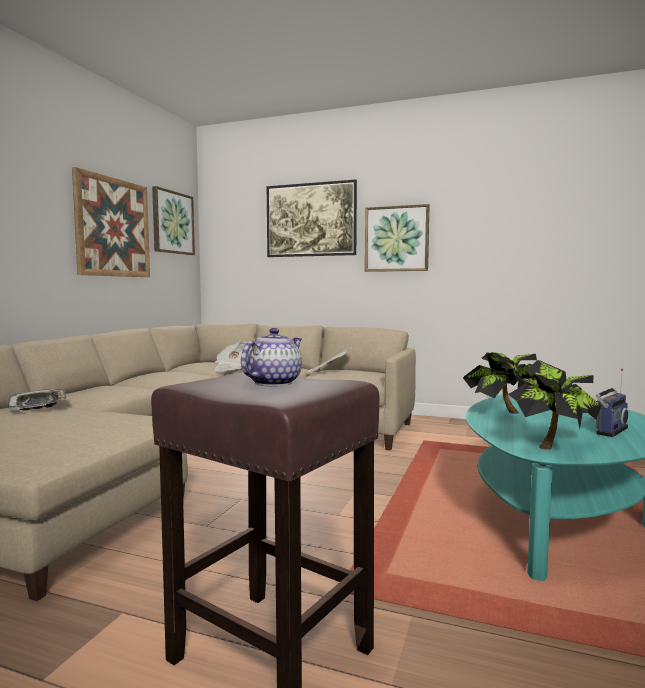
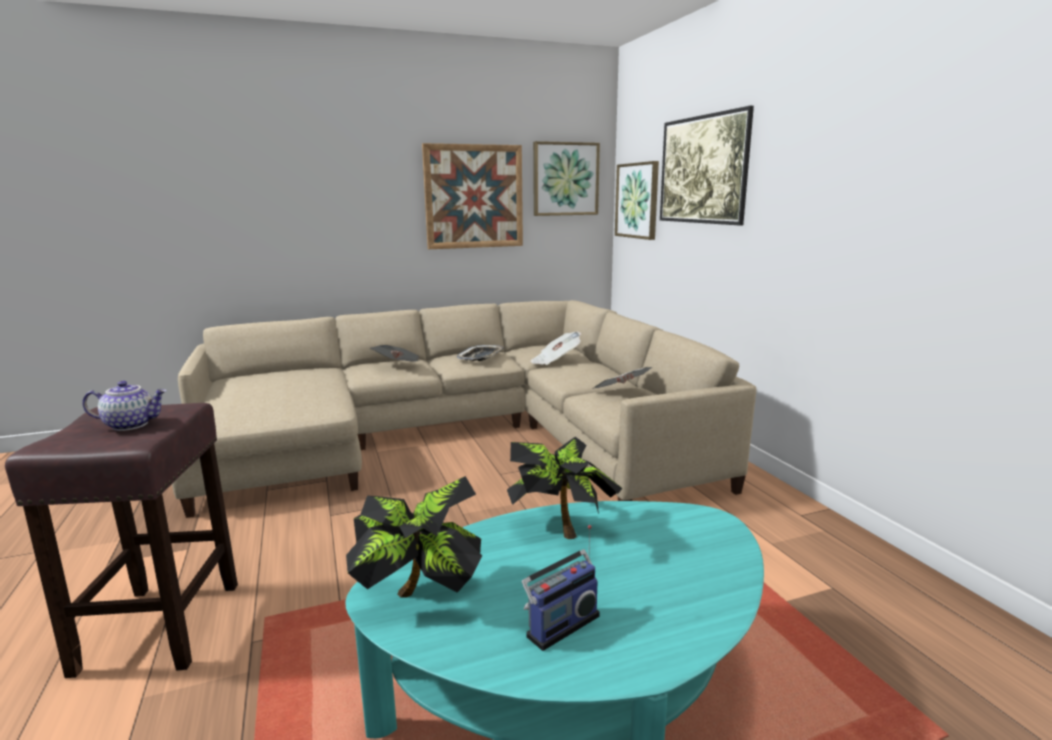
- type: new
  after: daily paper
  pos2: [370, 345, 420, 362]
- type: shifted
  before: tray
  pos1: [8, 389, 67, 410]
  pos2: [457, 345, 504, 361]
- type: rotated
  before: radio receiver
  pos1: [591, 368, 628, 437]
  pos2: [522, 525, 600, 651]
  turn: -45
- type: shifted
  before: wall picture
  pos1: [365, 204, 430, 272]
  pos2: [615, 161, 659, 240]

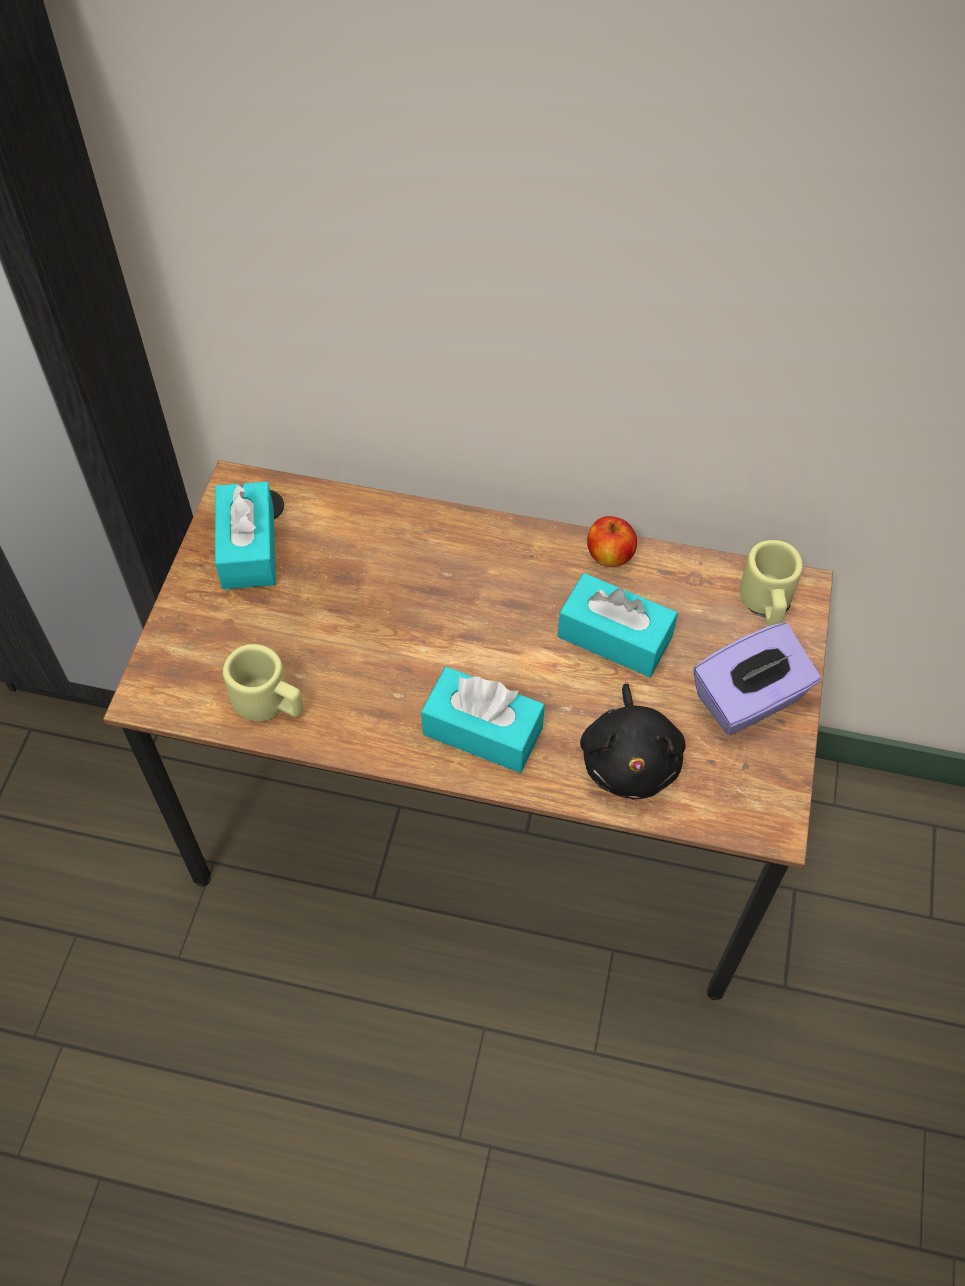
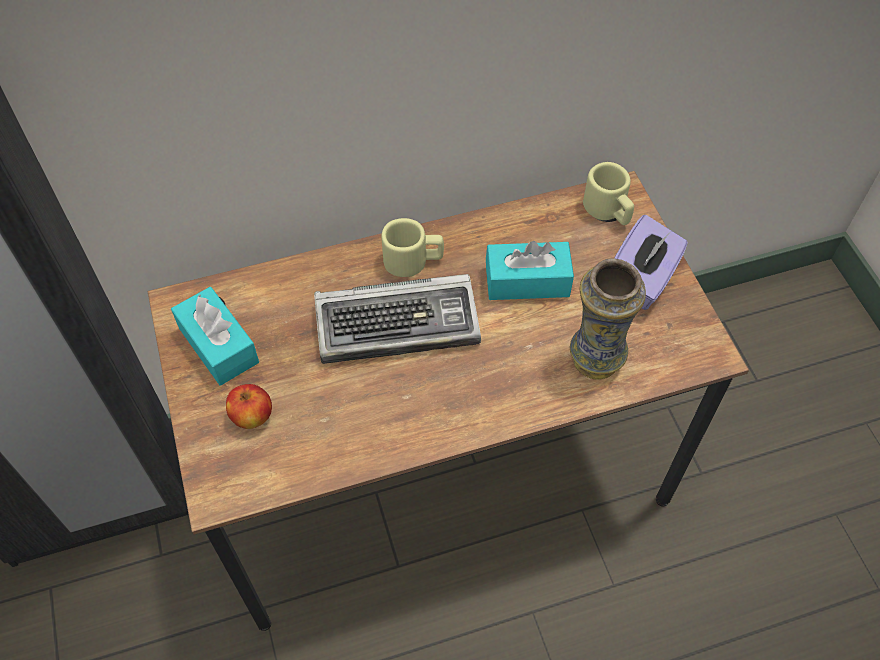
- type: shifted
  before: apple fruit
  pos1: [587, 516, 637, 567]
  pos2: [226, 384, 272, 429]
- type: new
  after: PC keyboard
  pos2: [314, 274, 481, 364]
- type: shifted
  before: beige tea mug
  pos1: [223, 644, 304, 721]
  pos2: [381, 218, 444, 277]
- type: swapped
  before: black-coloured soft toy
  after: flower vase
  pos1: [580, 683, 685, 800]
  pos2: [570, 258, 646, 379]
- type: gone
  before: blue-green box of tissues
  pos1: [421, 667, 545, 773]

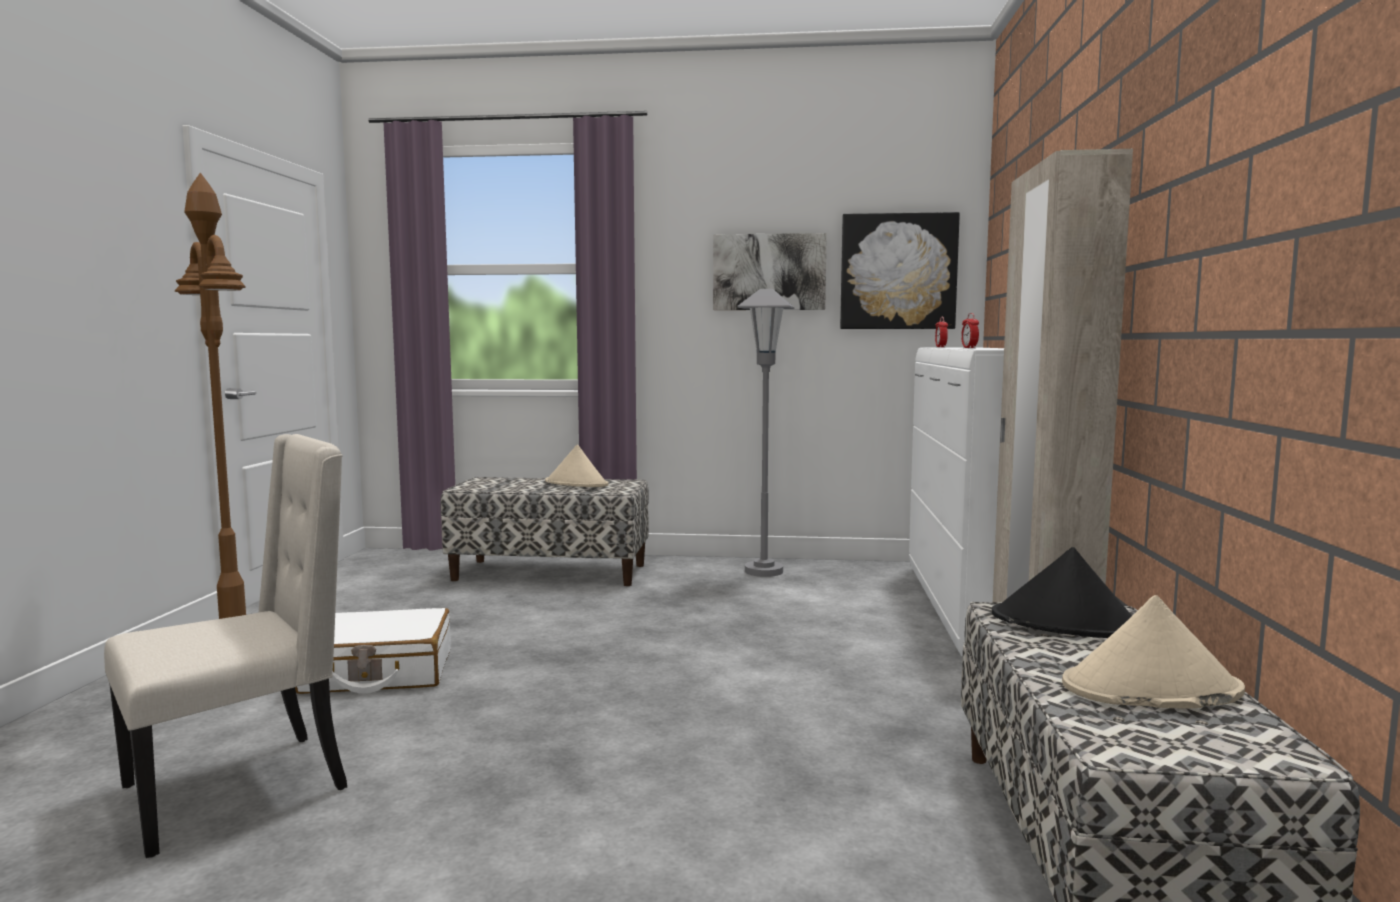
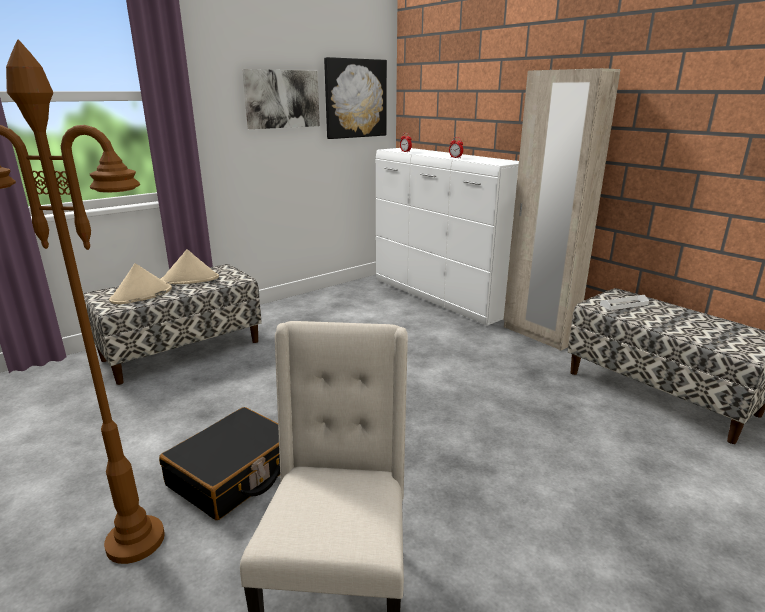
- type: shifted
  before: beige hat
  pos1: [1062, 595, 1245, 708]
  pos2: [109, 263, 172, 304]
- type: repainted
  before: whitish suitcase
  after: black-coloured suitcase
  pos1: [295, 608, 451, 694]
  pos2: [159, 407, 280, 520]
- type: swapped
  before: black-coloured hat
  after: whitish tray
  pos1: [992, 547, 1132, 638]
  pos2: [600, 295, 649, 310]
- type: gone
  before: gray standard lamp
  pos1: [737, 289, 795, 577]

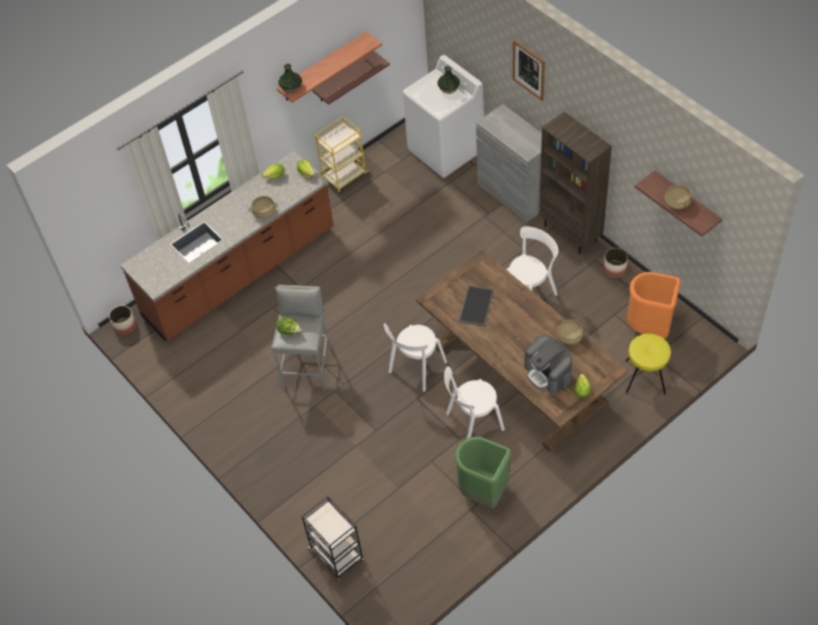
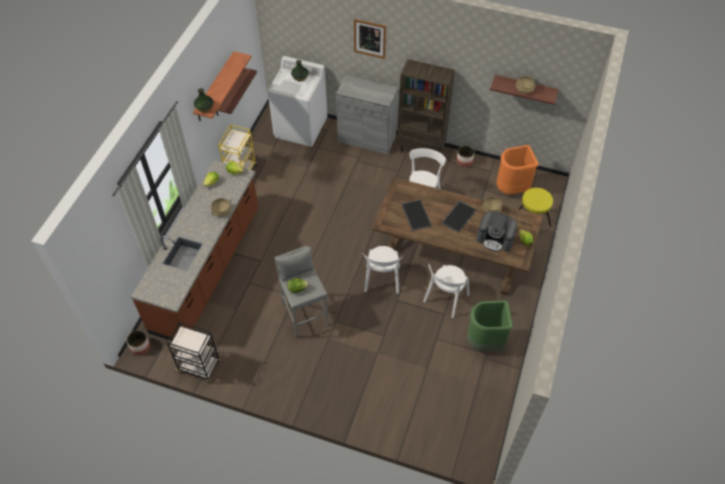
- type: shifted
  before: black-coloured trolley
  pos1: [301, 495, 364, 581]
  pos2: [167, 322, 220, 383]
- type: new
  after: tray
  pos2: [441, 201, 477, 233]

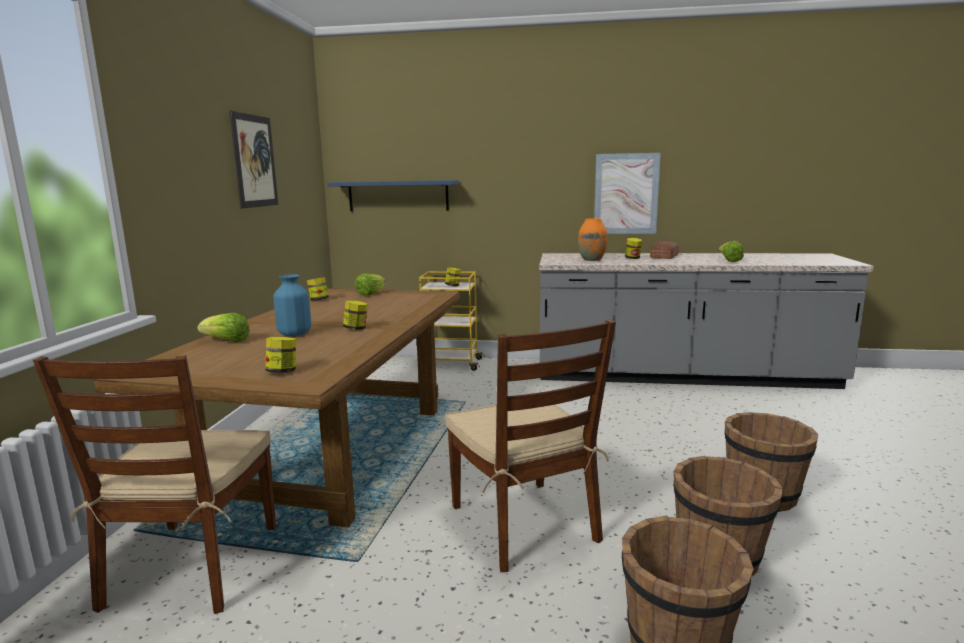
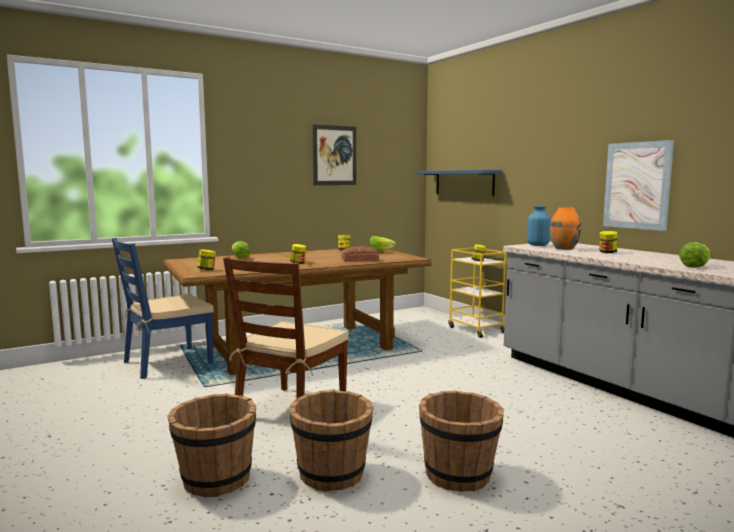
- type: repainted
  before: brownish chair
  after: bluish chair
  pos1: [33, 355, 276, 614]
  pos2: [112, 238, 214, 379]
- type: shifted
  before: baked bread
  pos1: [650, 241, 679, 259]
  pos2: [341, 246, 379, 262]
- type: shifted
  before: bluish flower vase
  pos1: [273, 274, 311, 336]
  pos2: [527, 206, 551, 246]

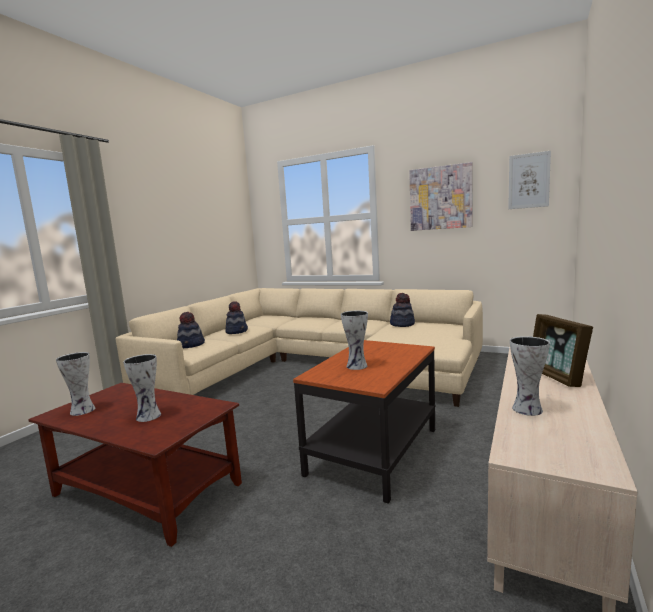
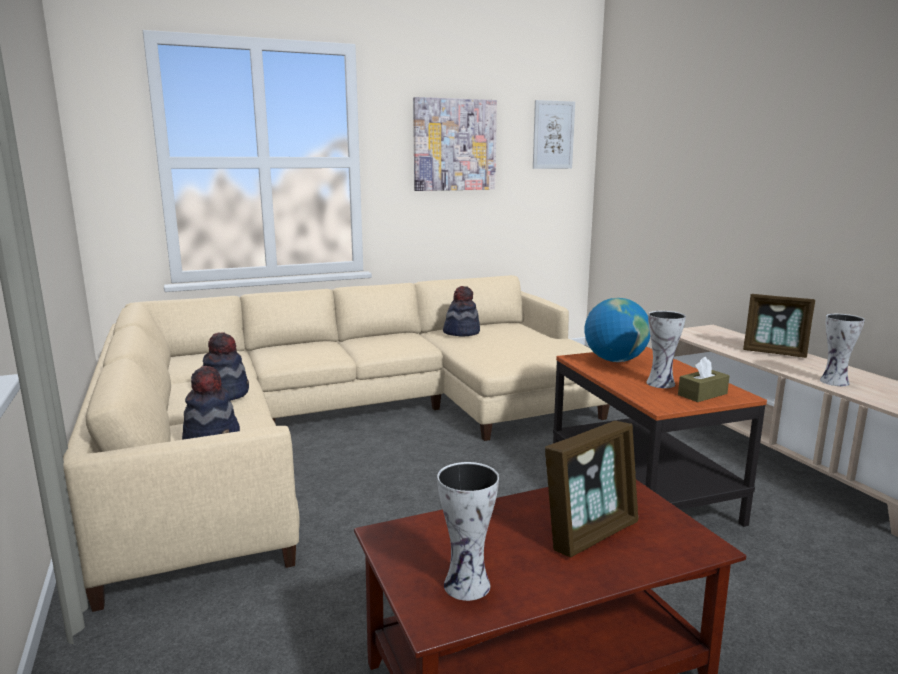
- type: swapped
  before: flower vase
  after: standing frame
  pos1: [123, 354, 161, 422]
  pos2: [545, 421, 638, 557]
- type: new
  after: desk globe
  pos2: [584, 298, 650, 362]
- type: new
  after: brownish box of tissues
  pos2: [678, 357, 729, 402]

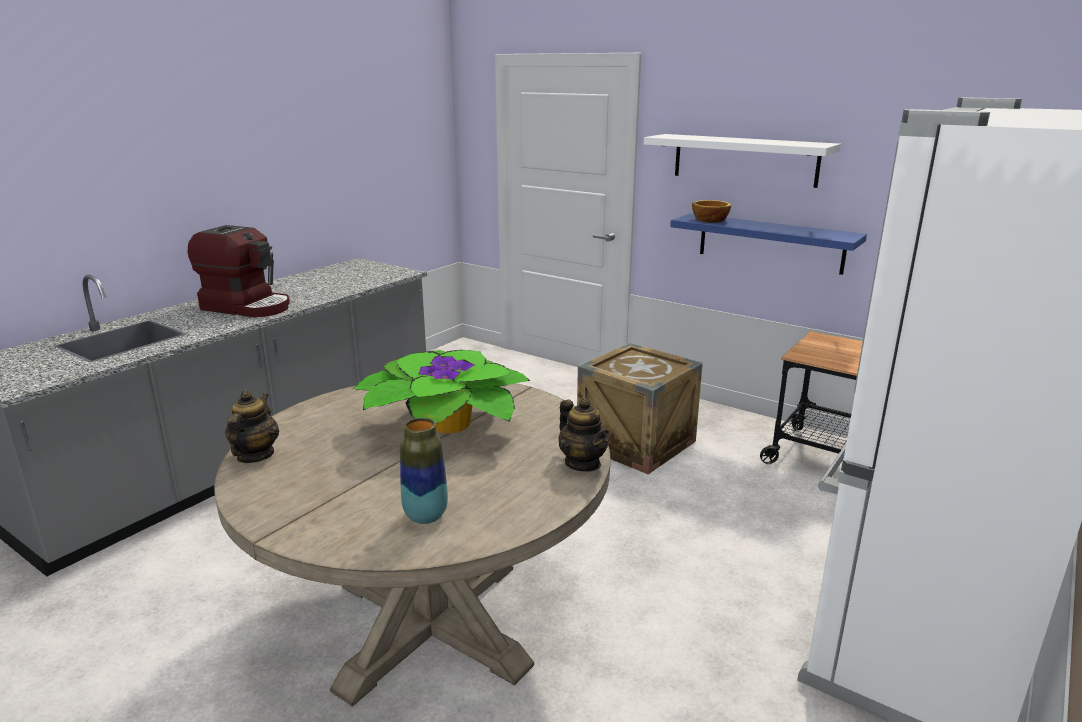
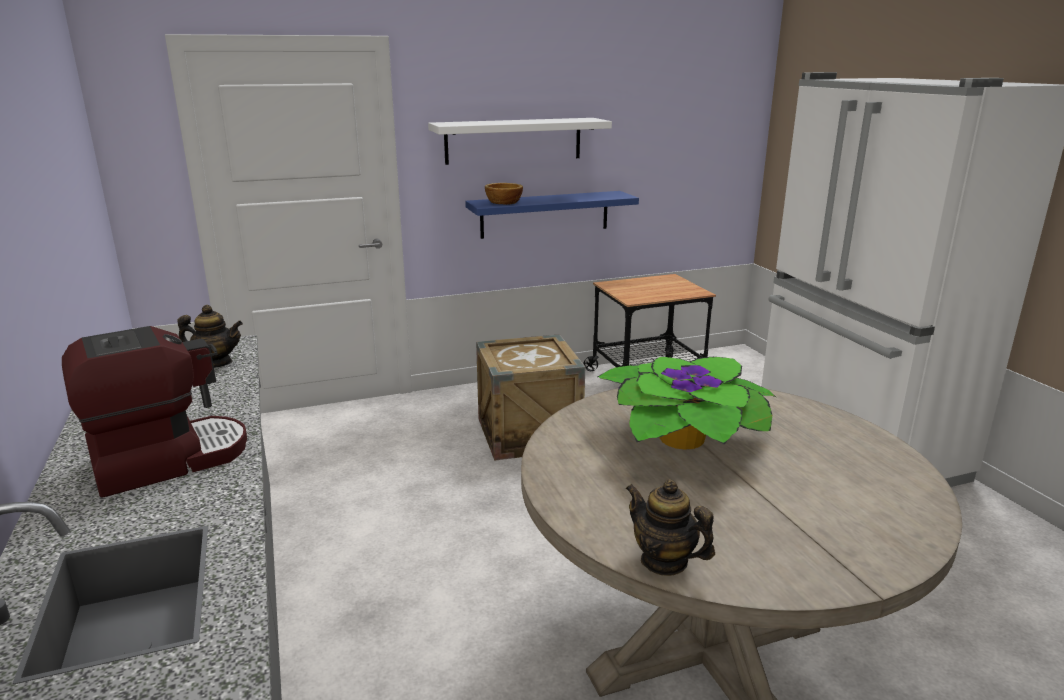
- type: shifted
  before: pot for tea
  pos1: [558, 398, 610, 472]
  pos2: [178, 305, 243, 368]
- type: gone
  before: flower vase
  pos1: [400, 418, 448, 524]

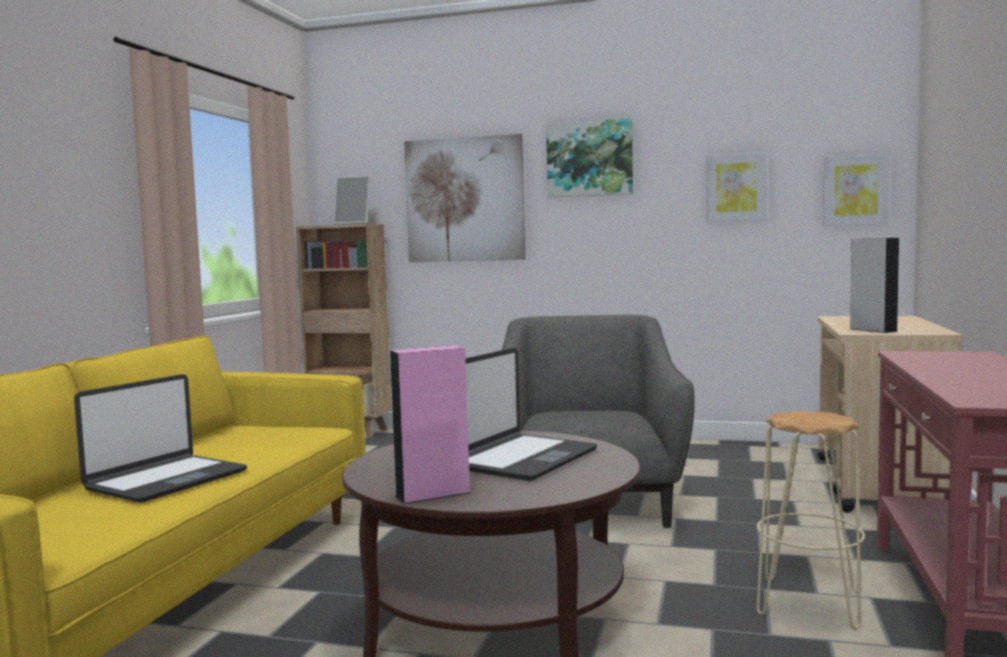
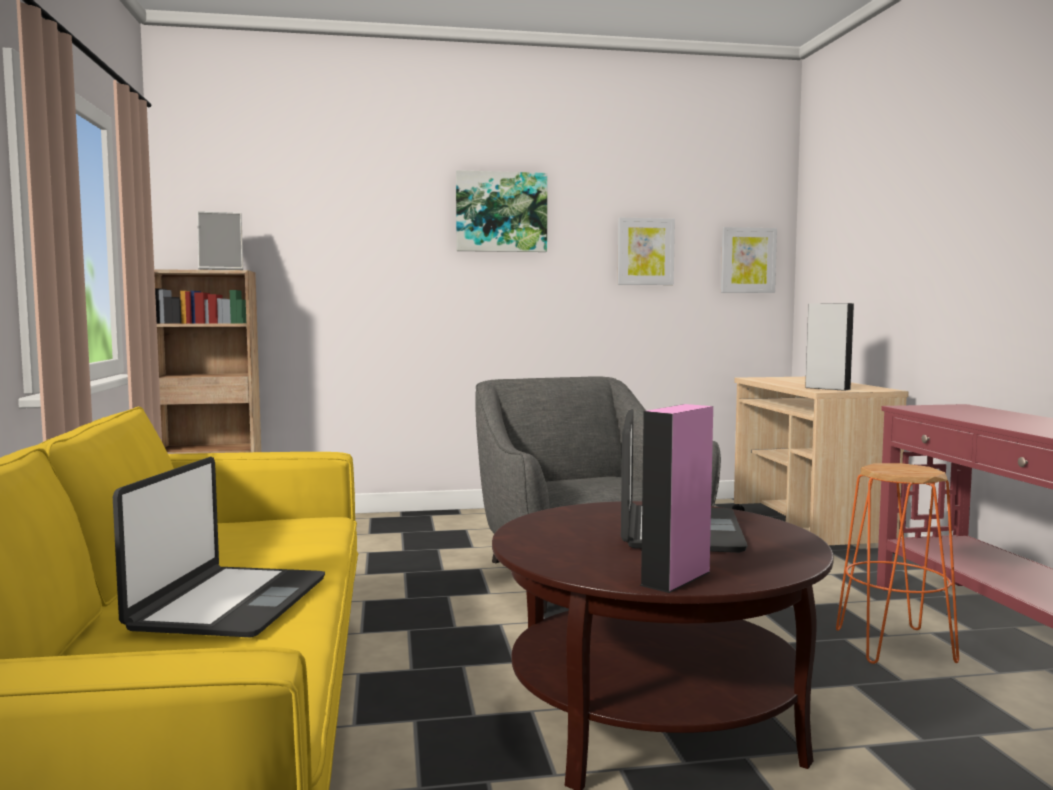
- type: repainted
  before: beige stool seat
  after: orange stool seat
  pos1: [757, 411, 865, 629]
  pos2: [836, 463, 959, 664]
- type: gone
  before: wall picture
  pos1: [404, 134, 525, 262]

